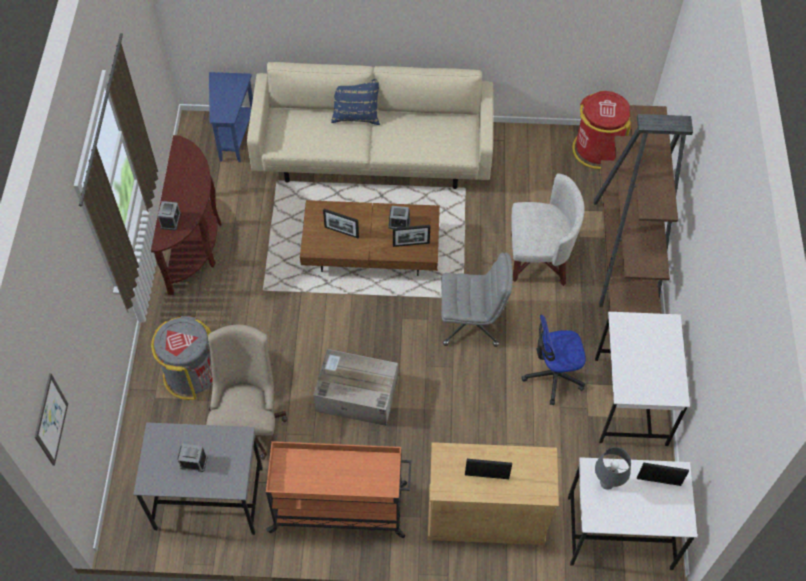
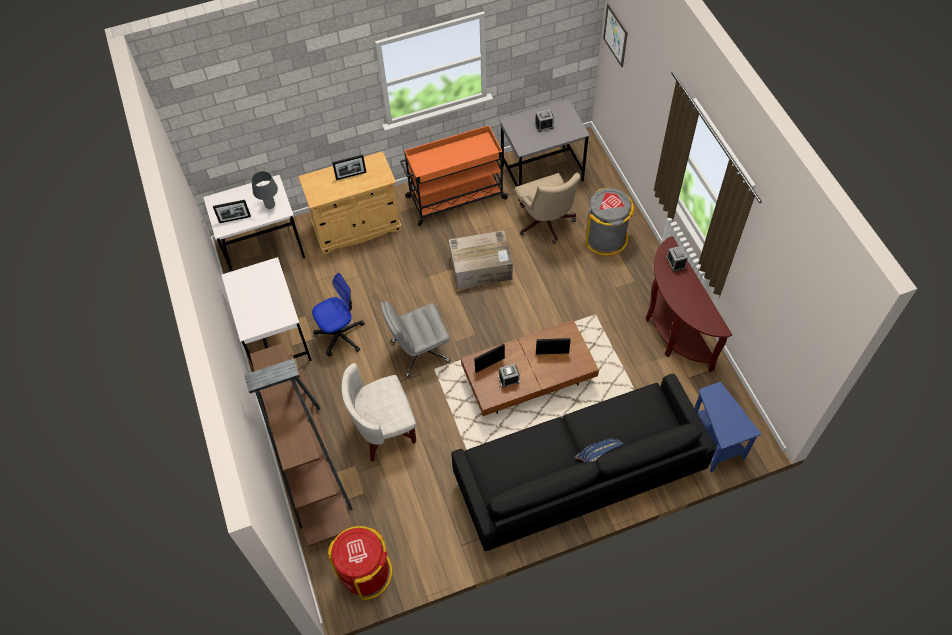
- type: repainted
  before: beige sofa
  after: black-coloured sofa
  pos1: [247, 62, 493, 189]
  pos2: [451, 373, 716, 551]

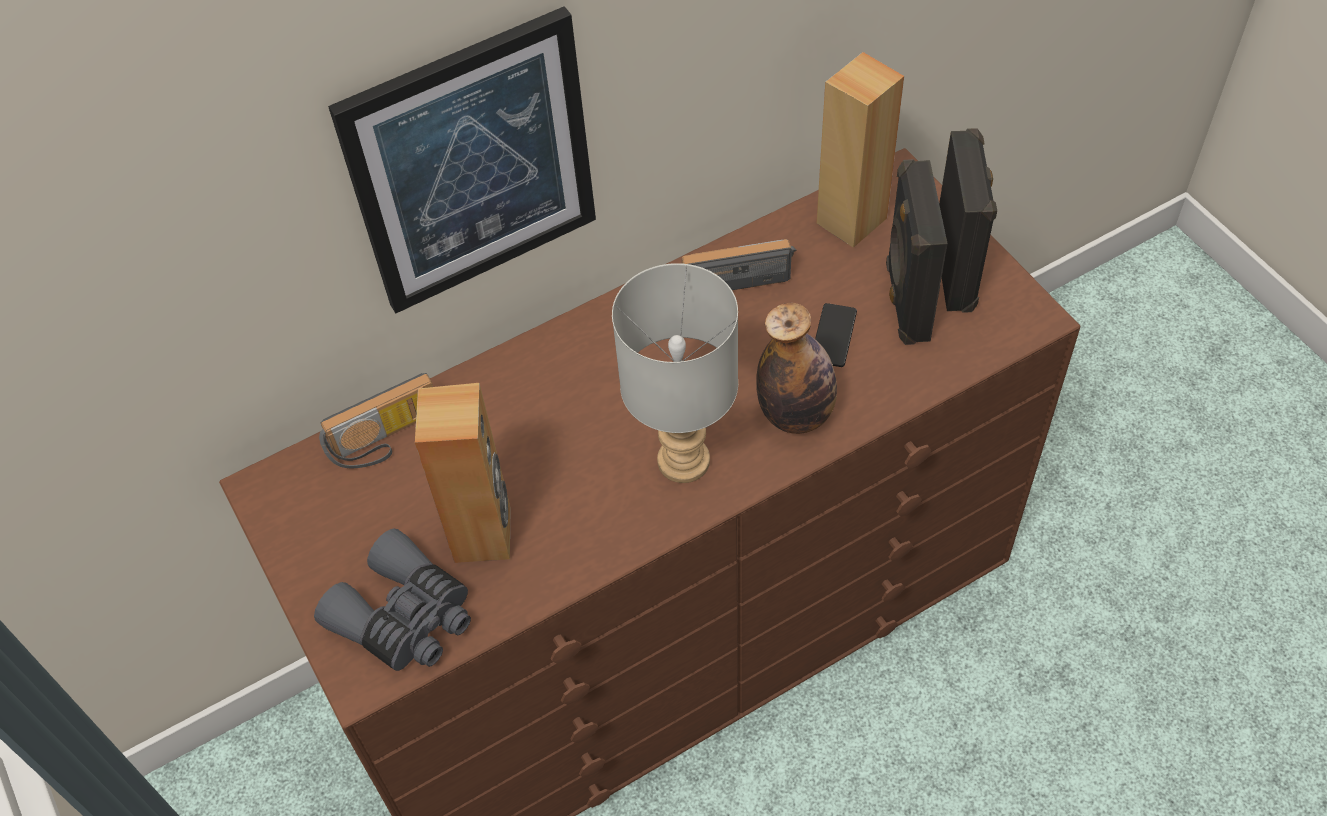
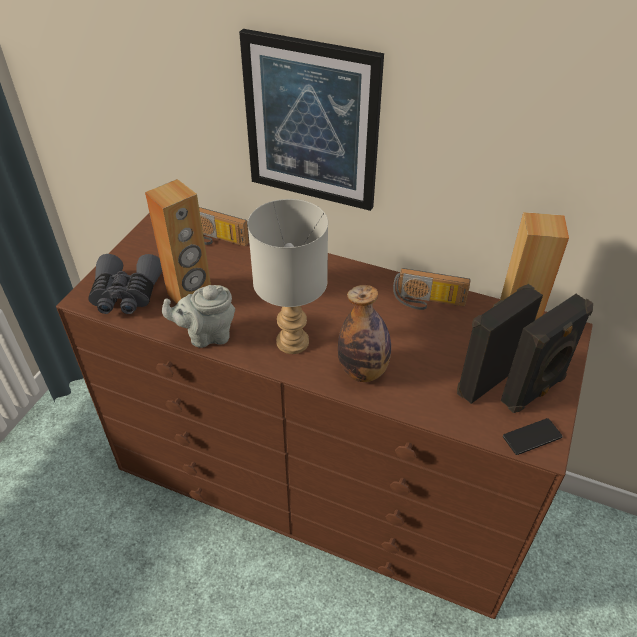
- type: new
  after: gray pot for tea
  pos2: [162, 285, 235, 348]
- type: rotated
  before: radio receiver
  pos1: [682, 239, 796, 290]
  pos2: [393, 268, 471, 310]
  turn: 150
- type: shifted
  before: handset
  pos1: [815, 303, 857, 367]
  pos2: [503, 418, 563, 455]

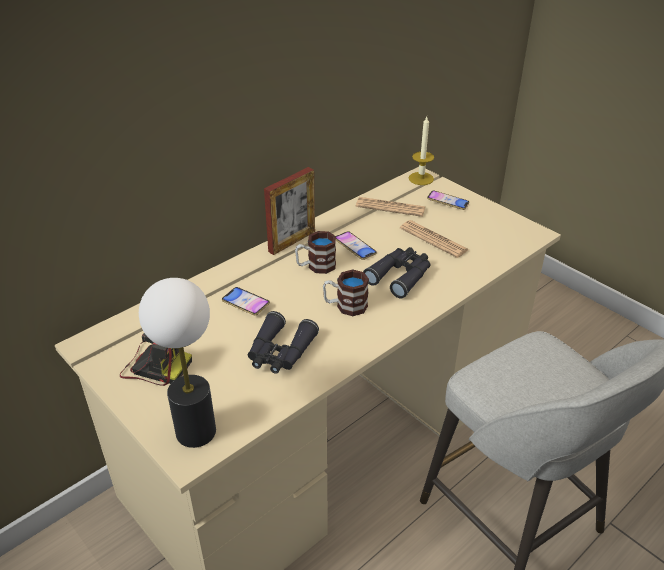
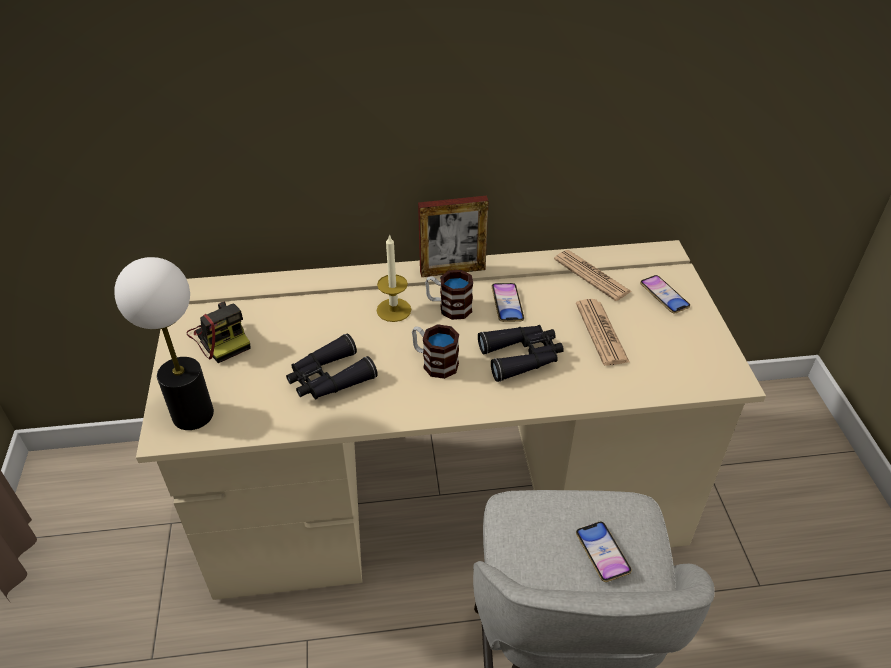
- type: shifted
  before: wax candle
  pos1: [409, 117, 434, 185]
  pos2: [377, 234, 411, 322]
- type: shifted
  before: handset
  pos1: [222, 287, 270, 315]
  pos2: [576, 521, 632, 582]

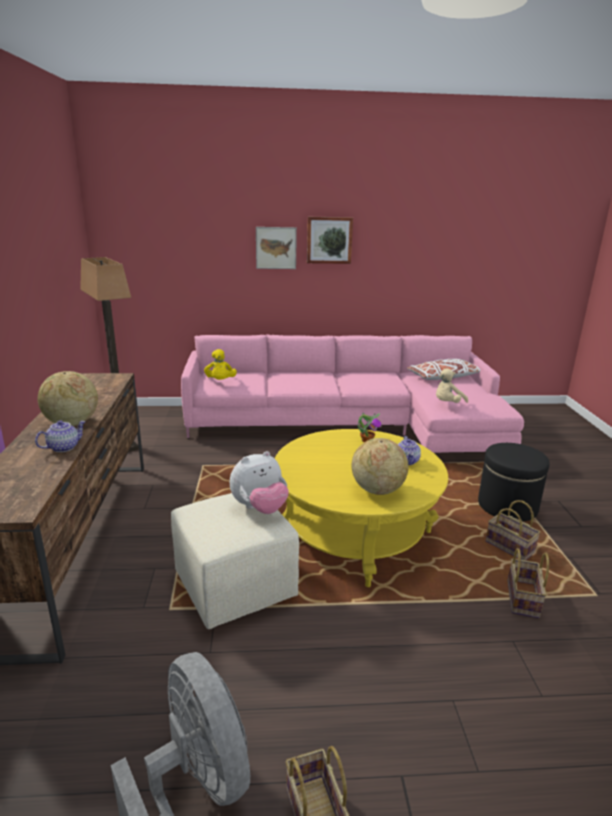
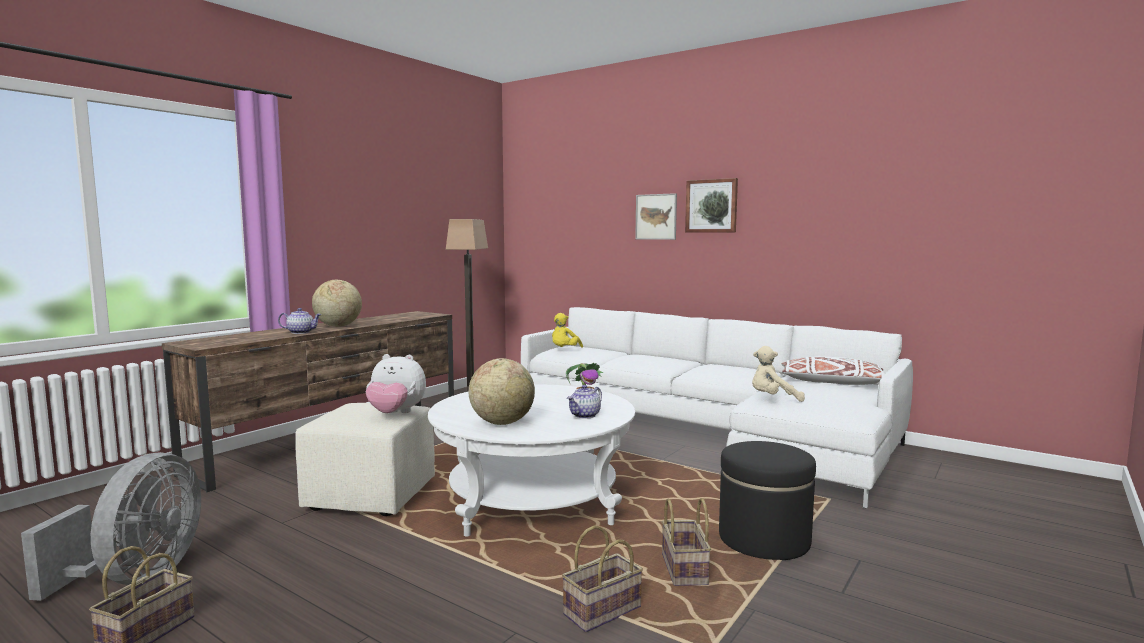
- type: repainted
  before: yellow coffee table
  after: whitish coffee table
  pos1: [275, 429, 448, 587]
  pos2: [428, 385, 635, 536]
- type: repainted
  before: pink sofa
  after: whitish sofa
  pos1: [181, 334, 524, 453]
  pos2: [521, 307, 913, 508]

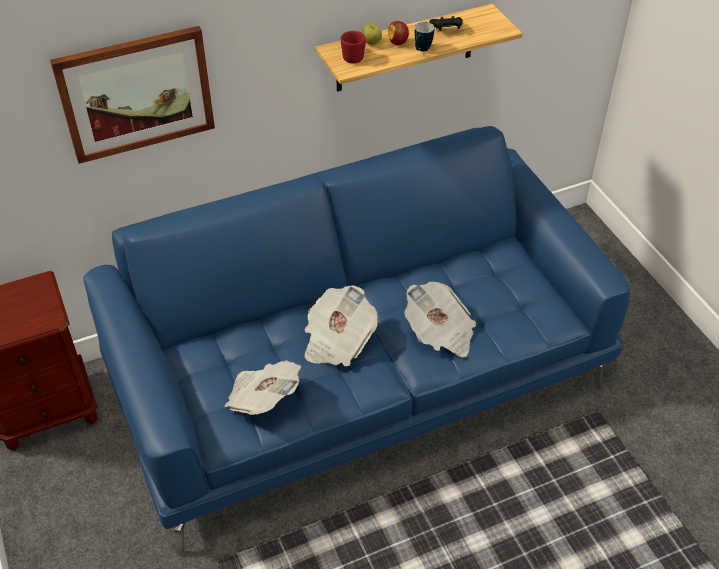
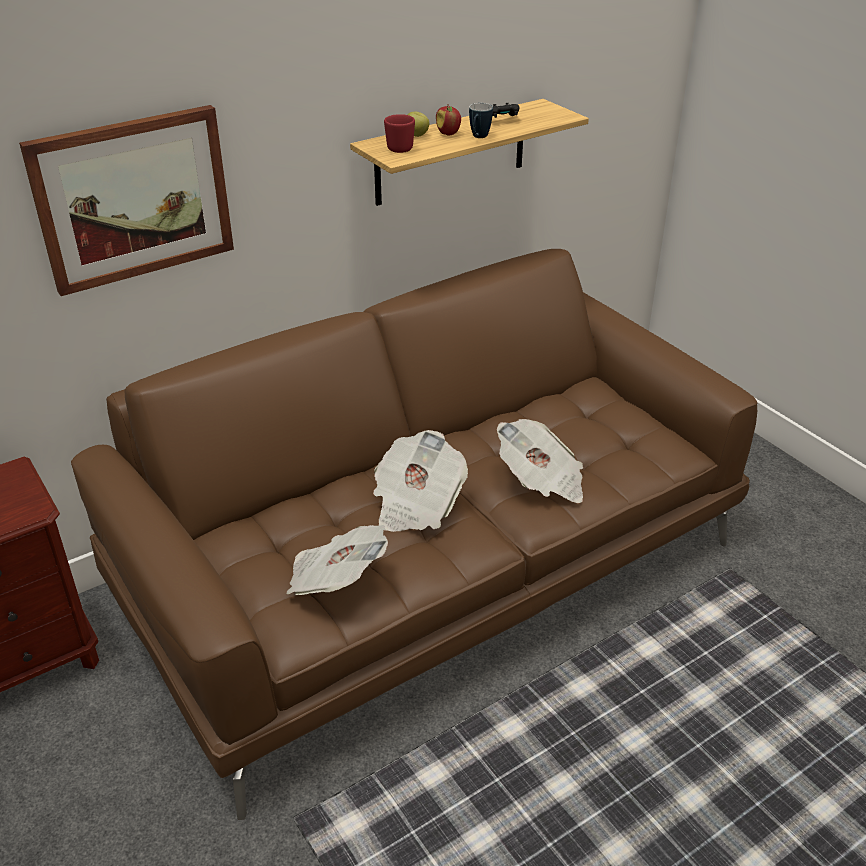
- type: repainted
  before: bluish sofa
  after: brownish sofa
  pos1: [83, 126, 630, 556]
  pos2: [71, 249, 758, 820]

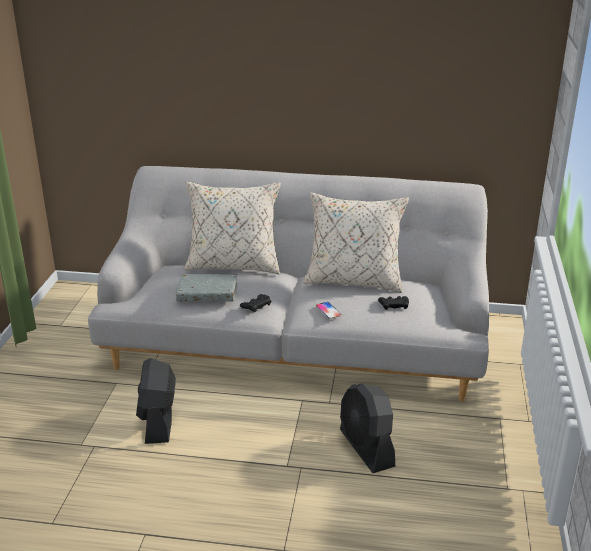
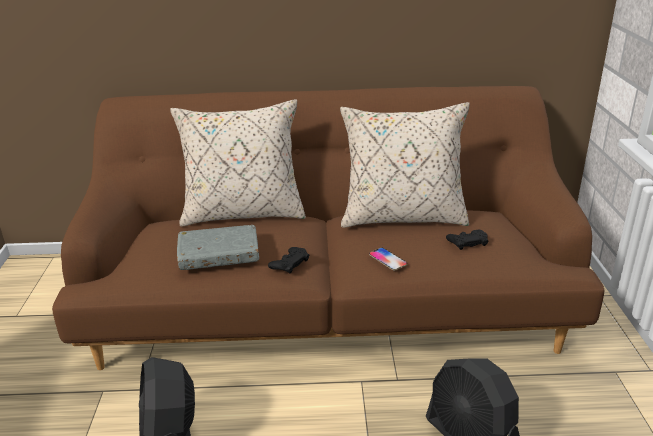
- type: repainted
  before: gray sofa
  after: brownish sofa
  pos1: [88, 166, 489, 401]
  pos2: [52, 86, 604, 370]

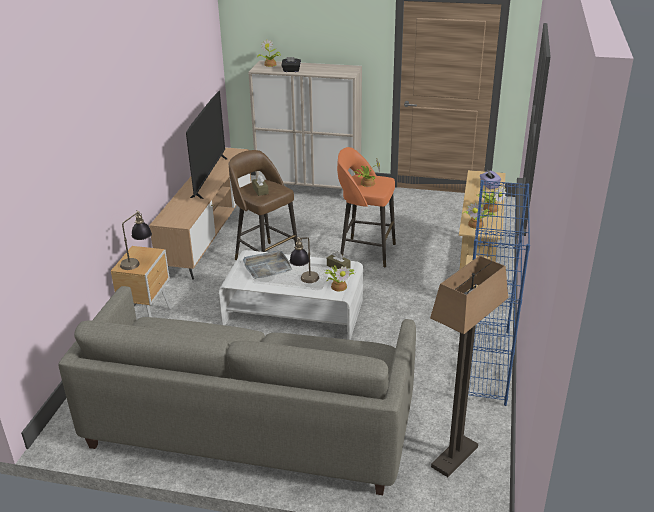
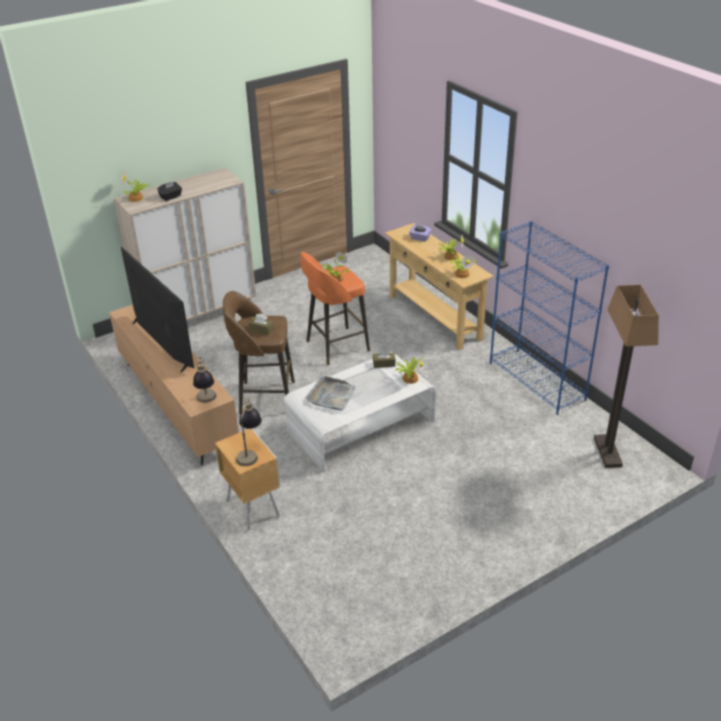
- type: shifted
  before: lamp for a table
  pos1: [290, 237, 319, 283]
  pos2: [193, 357, 216, 403]
- type: gone
  before: gray sofa
  pos1: [58, 286, 416, 495]

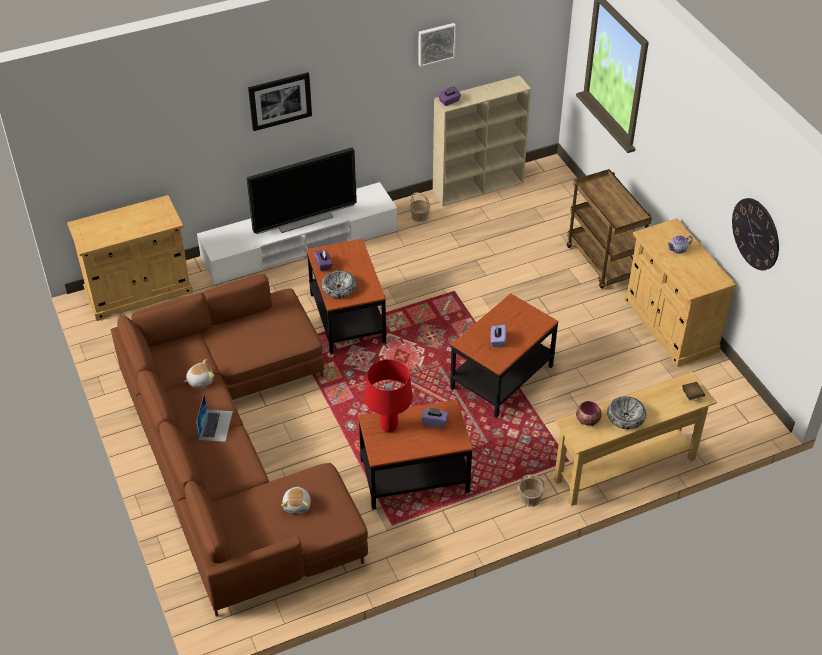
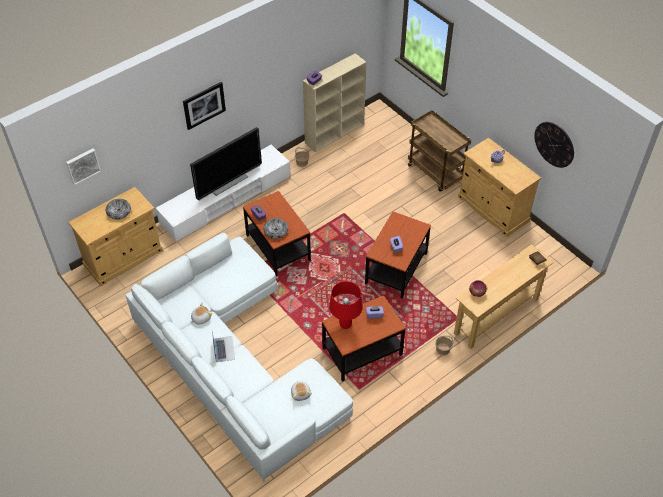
- type: shifted
  before: wall picture
  pos1: [418, 23, 456, 67]
  pos2: [66, 149, 101, 185]
- type: shifted
  before: serving bowl
  pos1: [607, 396, 646, 429]
  pos2: [106, 199, 131, 220]
- type: repainted
  before: brownish sofa
  after: whitish sofa
  pos1: [111, 274, 368, 617]
  pos2: [125, 233, 353, 482]

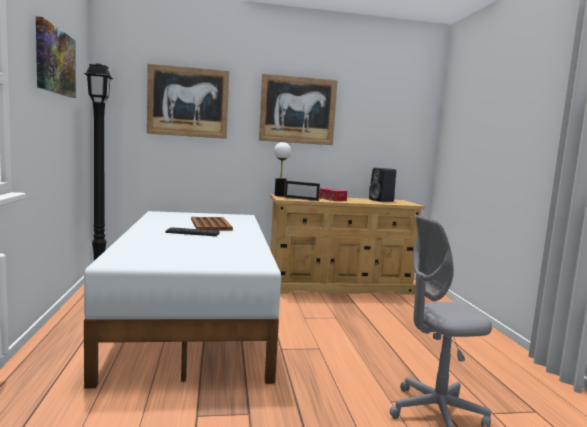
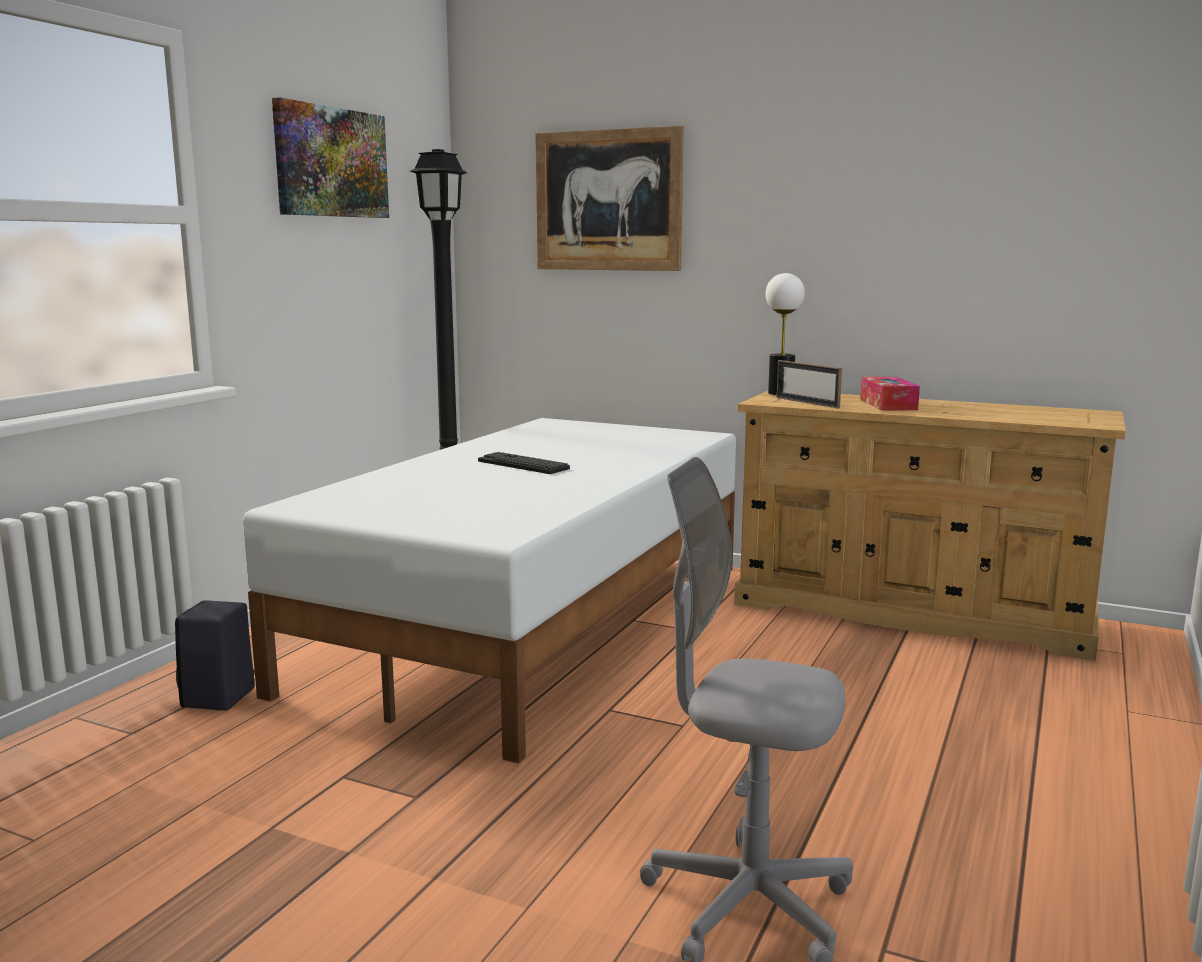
- type: shifted
  before: black-coloured speaker
  pos1: [369, 168, 396, 202]
  pos2: [175, 600, 255, 711]
- type: gone
  before: brownish tray
  pos1: [191, 217, 233, 231]
- type: gone
  before: wall picture
  pos1: [259, 74, 338, 145]

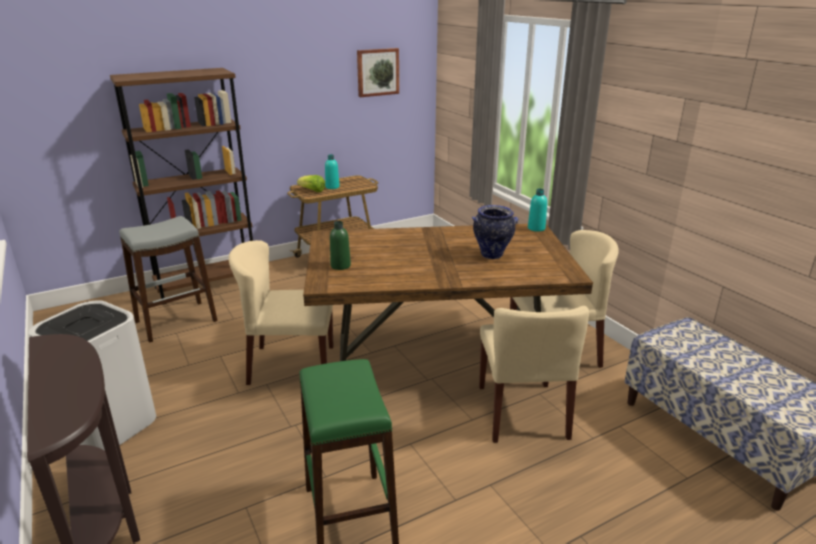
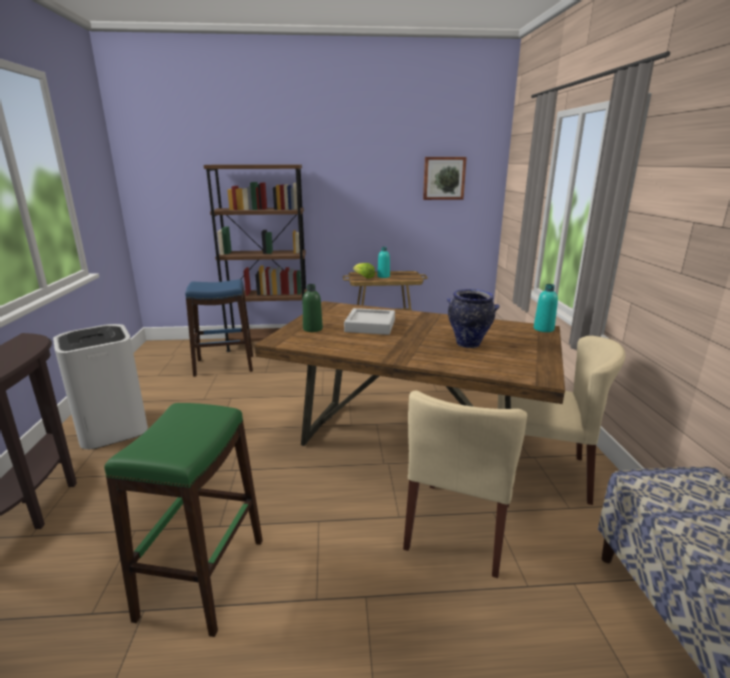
- type: repainted
  before: gray stool seat
  after: bluish stool seat
  pos1: [119, 216, 218, 343]
  pos2: [185, 279, 253, 377]
- type: new
  after: gray tray
  pos2: [344, 308, 395, 335]
- type: gone
  before: beige chair
  pos1: [229, 240, 333, 385]

